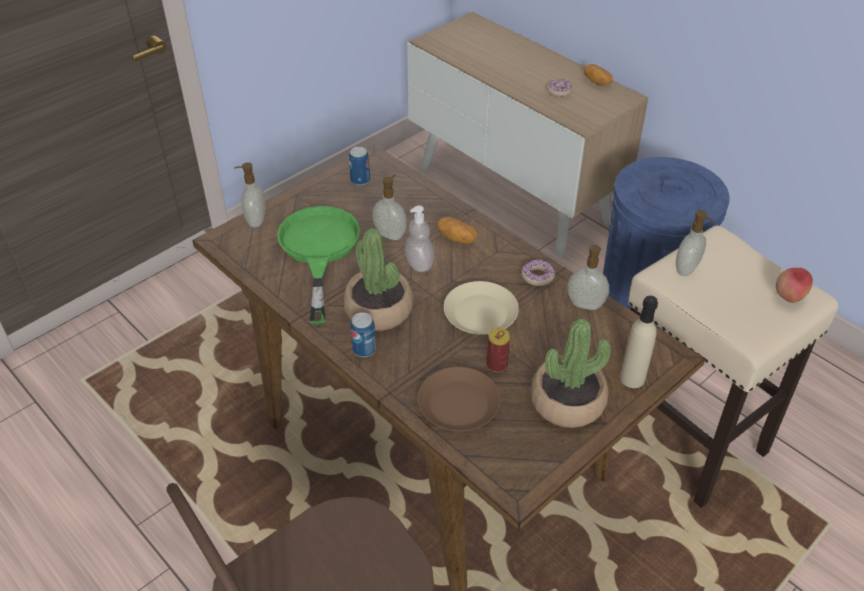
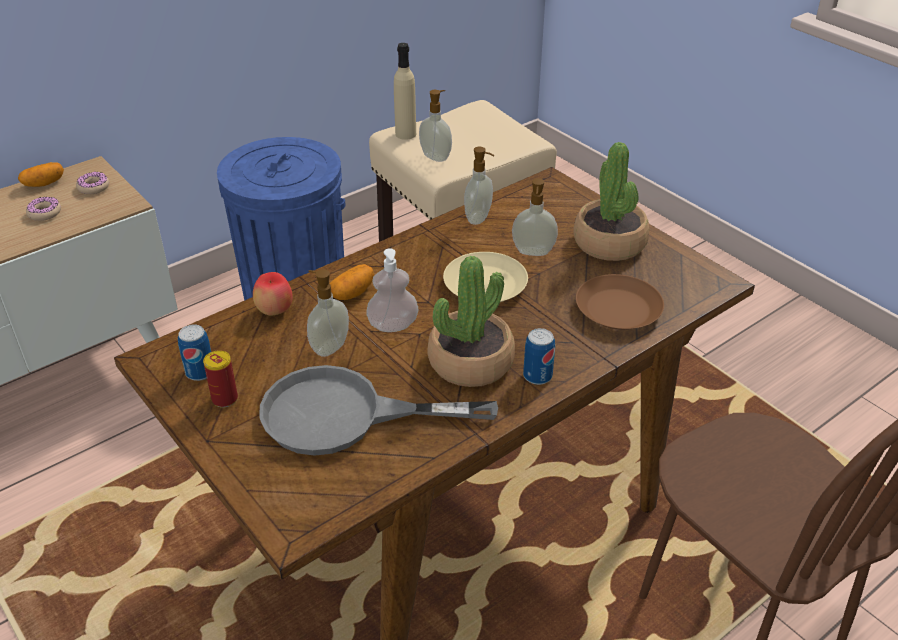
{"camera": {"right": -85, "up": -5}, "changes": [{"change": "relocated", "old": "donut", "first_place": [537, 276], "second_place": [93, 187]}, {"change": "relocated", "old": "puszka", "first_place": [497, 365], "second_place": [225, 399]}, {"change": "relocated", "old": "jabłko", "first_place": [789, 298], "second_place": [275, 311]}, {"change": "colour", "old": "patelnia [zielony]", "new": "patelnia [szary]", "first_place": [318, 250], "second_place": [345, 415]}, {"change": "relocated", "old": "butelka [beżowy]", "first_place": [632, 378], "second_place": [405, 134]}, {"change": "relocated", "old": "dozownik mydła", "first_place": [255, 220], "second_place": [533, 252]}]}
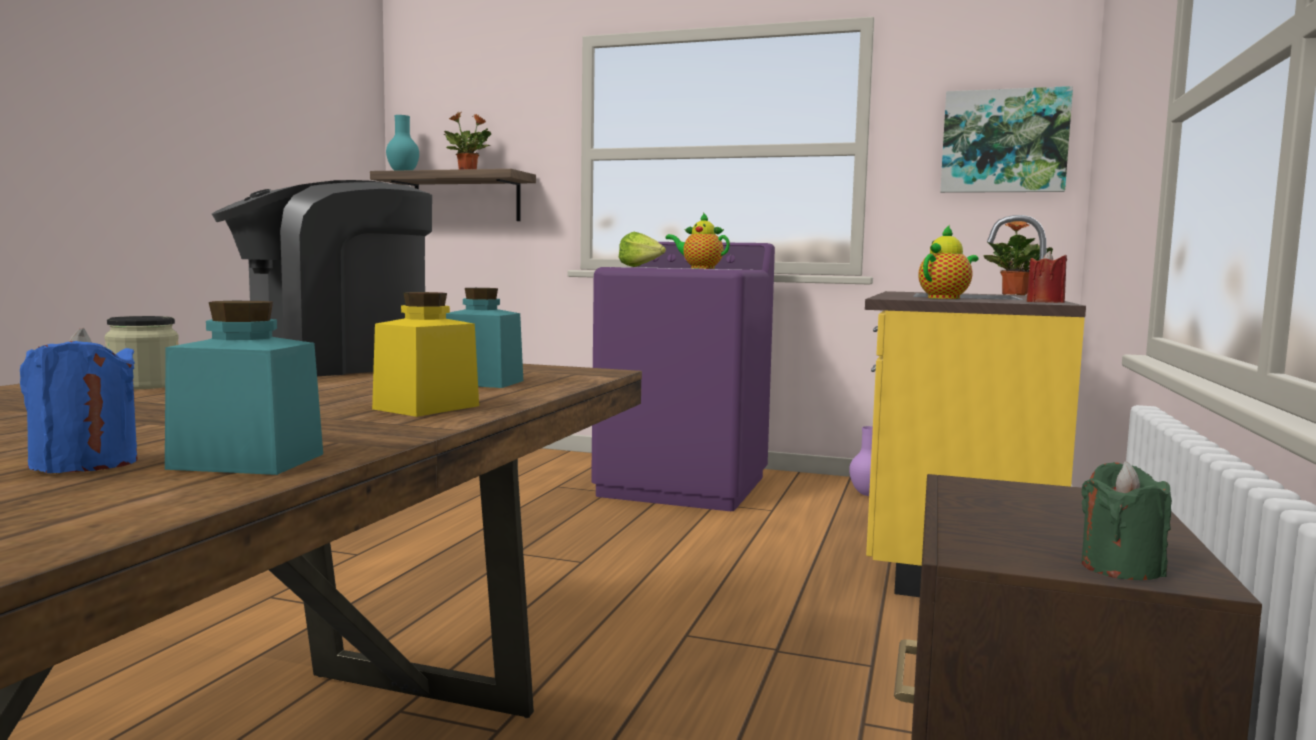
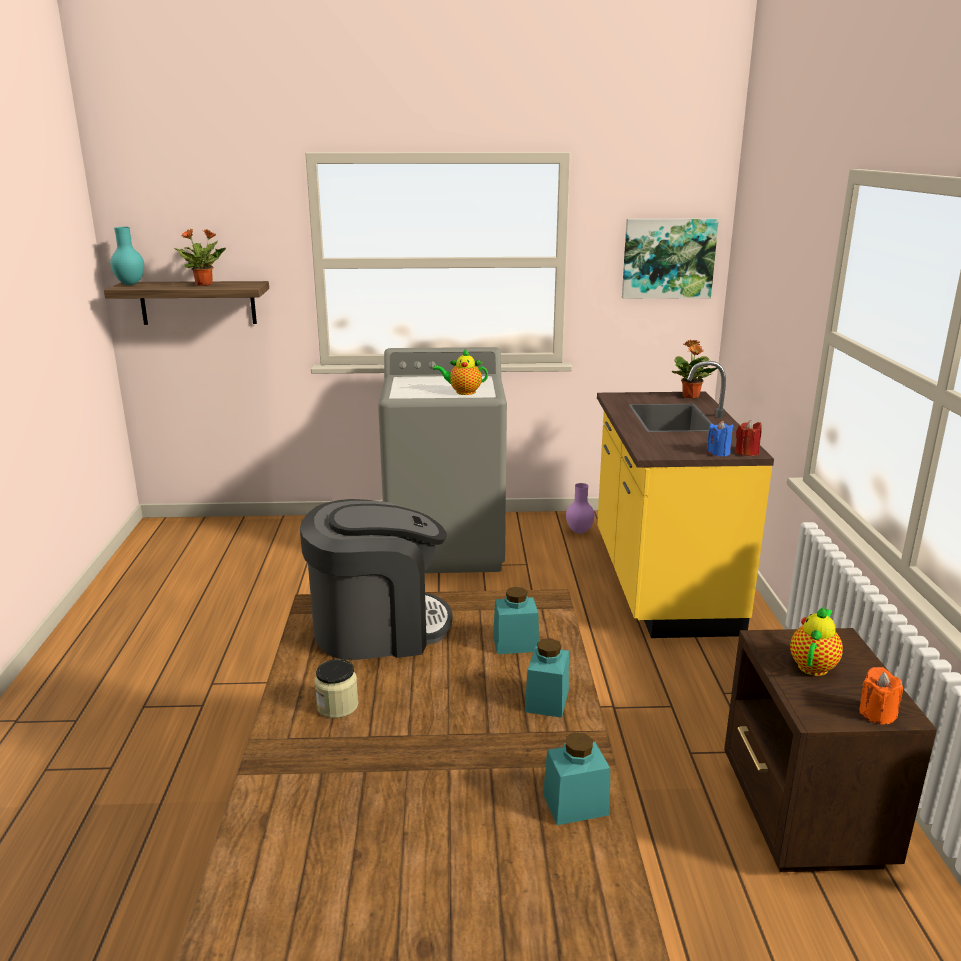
{"camera": {"right": -20, "up": 15}, "changes": [{"change": "spun", "old": "ekspres do kawy", "first_place": [332, 364], "second_place": [378, 628], "degrees": -135}, {"change": "colour", "old": "pralka [fioletowy]", "new": "pralka [szary]", "first_place": [684, 486], "second_place": [446, 547]}, {"change": "colour", "old": "słoik [żółty]", "new": "słoik [turkusowy]", "first_place": [426, 407], "second_place": [547, 700]}, {"change": "relocated", "old": "świeca [niebieski]", "first_place": [85, 464], "second_place": [718, 453]}, {"change": "relocated", "old": "imbryk", "first_place": [946, 298], "second_place": [813, 665]}, {"change": "colour", "old": "świeca [zielony]", "new": "świeca [pomarańczowy]", "first_place": [1120, 568], "second_place": [876, 714]}, {"change": "missing", "old": "sałata", "first_place": [641, 267]}]}
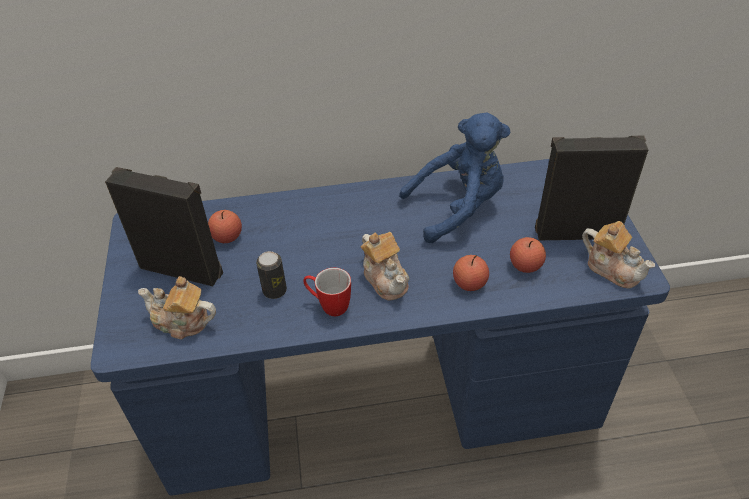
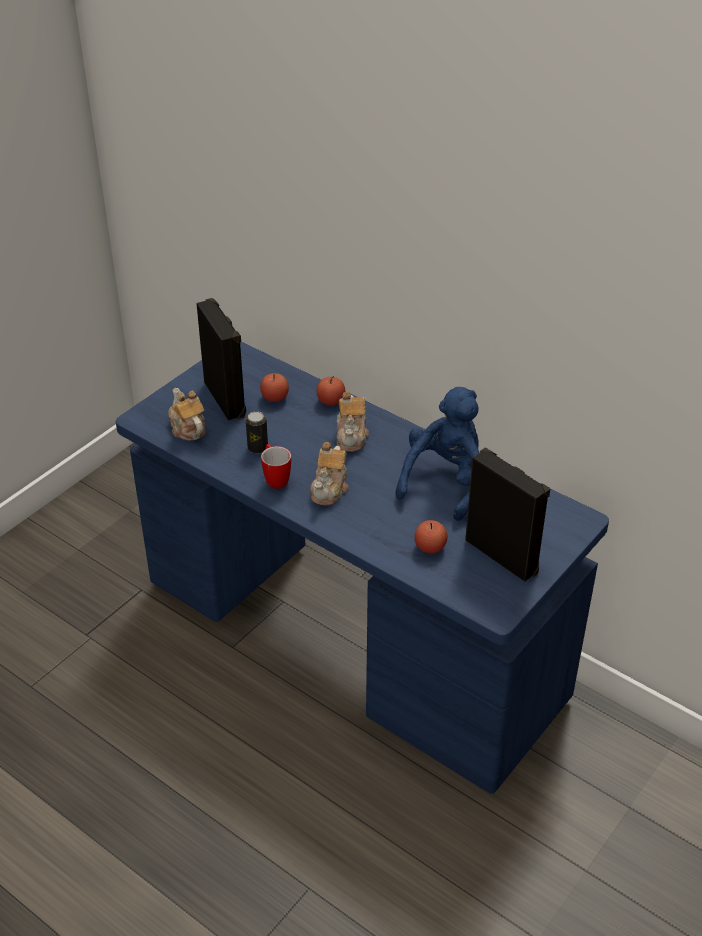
{"camera": {"right": 45, "up": -5}, "changes": [{"change": "relocated", "old": "jabłko", "first_place": [469, 283], "second_place": [331, 401]}, {"change": "relocated", "old": "imbryk", "first_place": [612, 268], "second_place": [352, 436]}, {"change": "spun", "old": "pluszak [niebieski]", "first_place": [458, 207], "second_place": [445, 482], "degrees": -90}]}
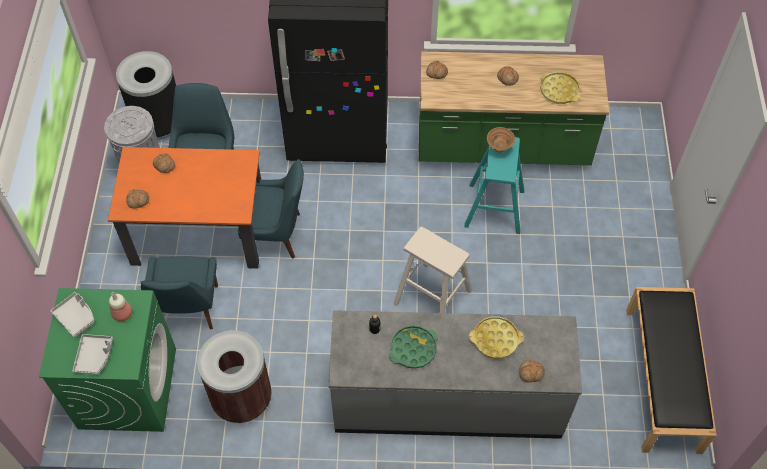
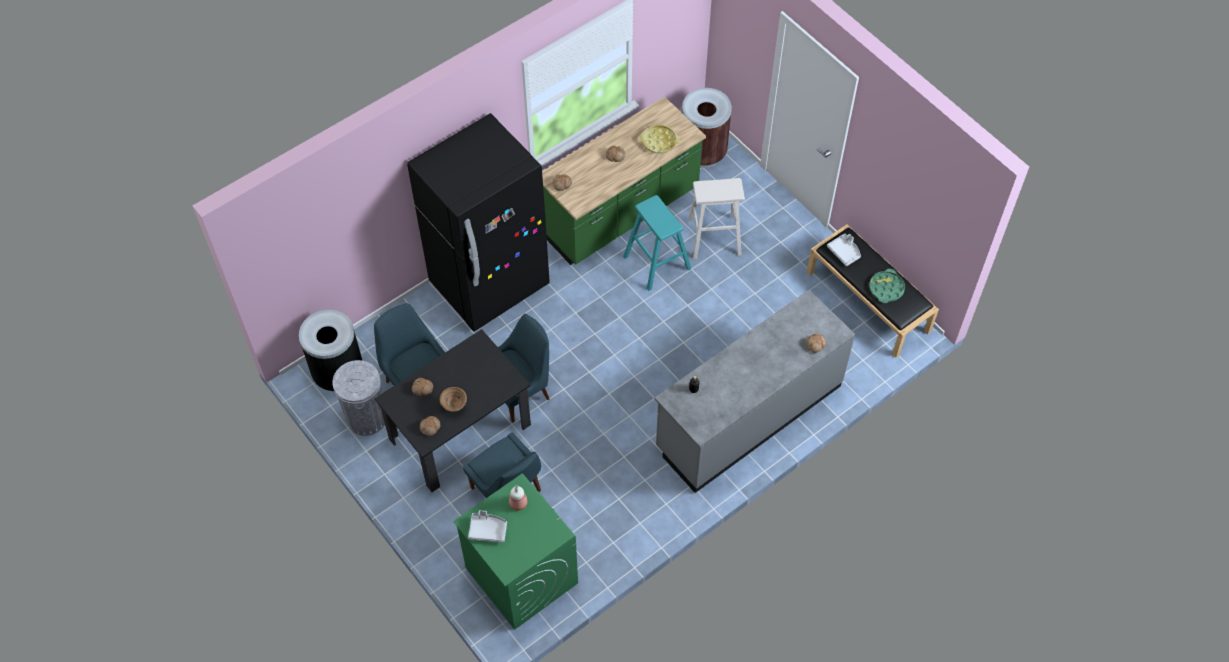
{"camera": {"right": -40, "up": 0}, "changes": [{"change": "colour", "old": "stół jadalny [pomarańczowy]", "new": "stół jadalny [czarny]", "first_place": [199, 233], "second_place": [460, 432]}, {"change": "relocated", "old": "miska [brązowy]", "first_place": [499, 149], "second_place": [455, 407]}, {"change": "relocated", "old": "kosz na śmieci [brązowy]", "first_place": [241, 399], "second_place": [703, 153]}, {"change": "relocated", "old": "stołek [beżowy]", "first_place": [433, 297], "second_place": [714, 236]}, {"change": "relocated", "old": "taca [szary]", "first_place": [94, 356], "second_place": [844, 252]}, {"change": "relocated", "old": "taca [zielony]", "first_place": [413, 349], "second_place": [886, 288]}, {"change": "missing", "old": "taca [żółty]", "first_place": [495, 340]}]}
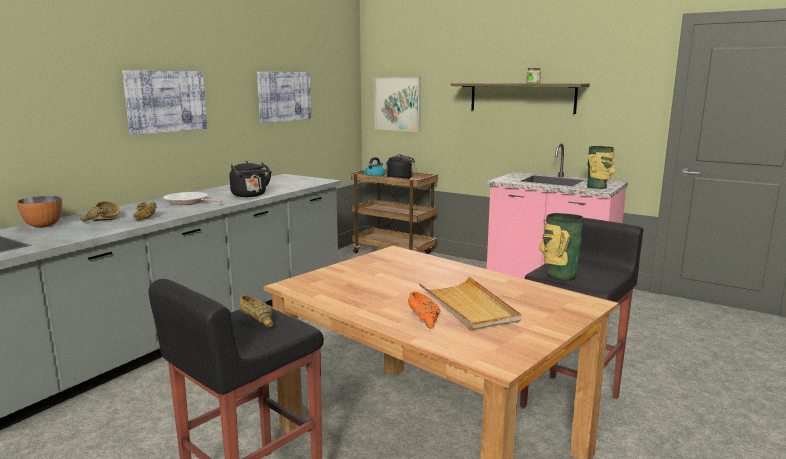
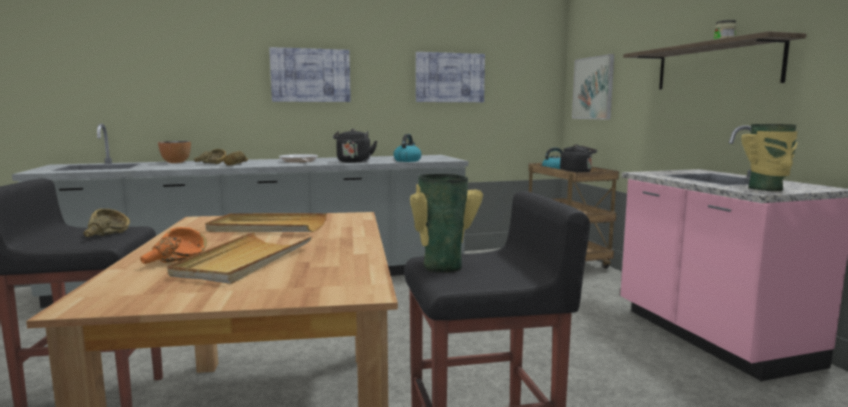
{"camera": {"right": 40, "up": -5}, "changes": [{"change": "appeared", "new": "taca [beżowy]", "second_place": [267, 227]}, {"change": "appeared", "new": "czajnik", "second_place": [407, 160]}]}
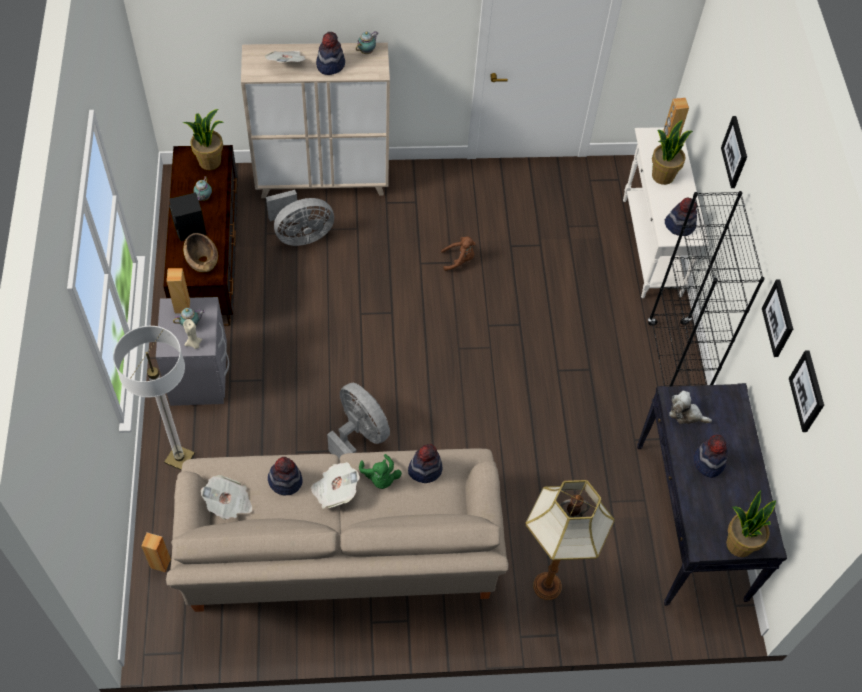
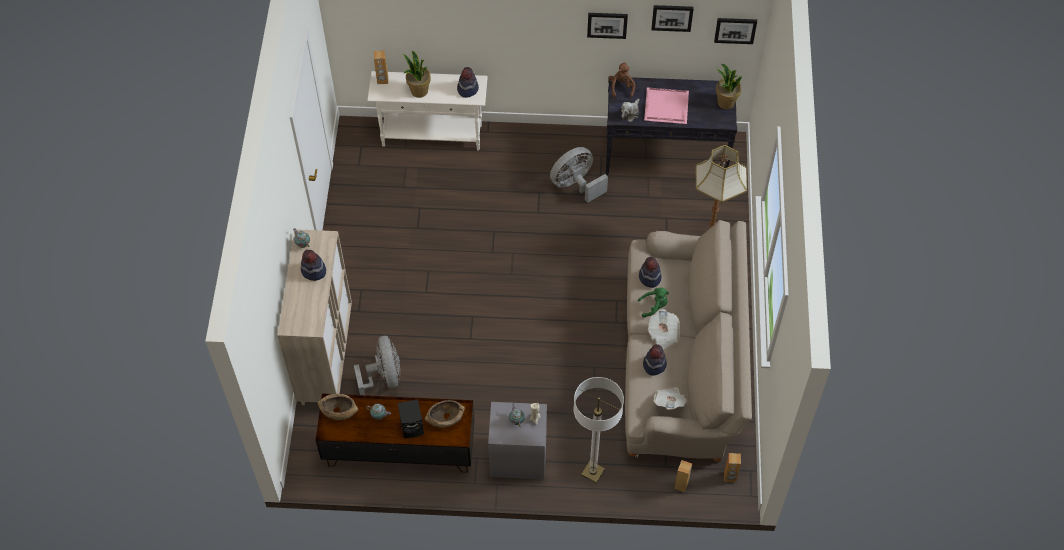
{"camera": {"right": -80, "up": 0}, "changes": [{"change": "exchanged", "old": "roślina doniczkowa", "new": "miska [brązowy]", "first_place": [210, 161], "second_place": [338, 411]}, {"change": "relocated", "old": "wentylator [szary]", "first_place": [359, 436], "second_place": [576, 185]}, {"change": "relocated", "old": "pluszak [brązowy]", "first_place": [459, 260], "second_place": [621, 87]}, {"change": "exchanged", "old": "kapelusz", "new": "taca [różowy]", "first_place": [708, 462], "second_place": [667, 107]}, {"change": "relocated", "old": "obraz", "first_place": [735, 152], "second_place": [735, 30]}, {"change": "relocated", "old": "głośnik [brązowy]", "first_place": [182, 307], "second_place": [729, 477]}, {"change": "missing", "old": "gazeta", "first_place": [287, 64]}, {"change": "missing", "old": "regał [czarny]", "first_place": [675, 363]}]}
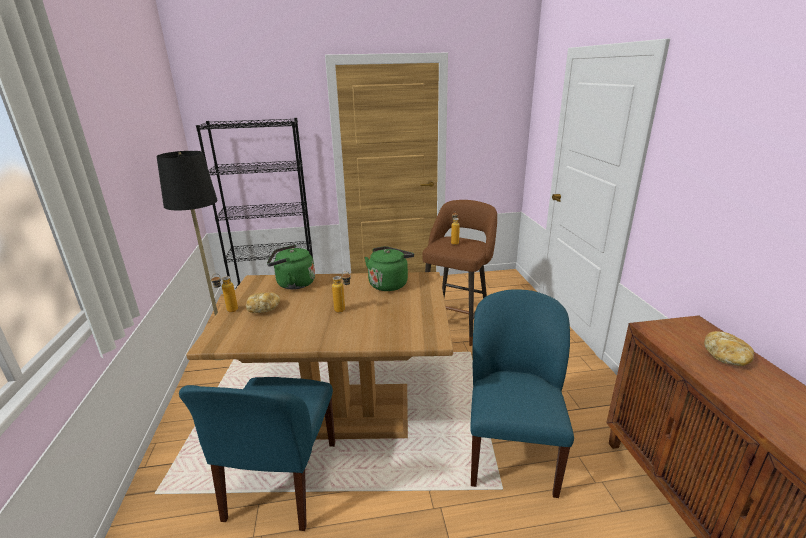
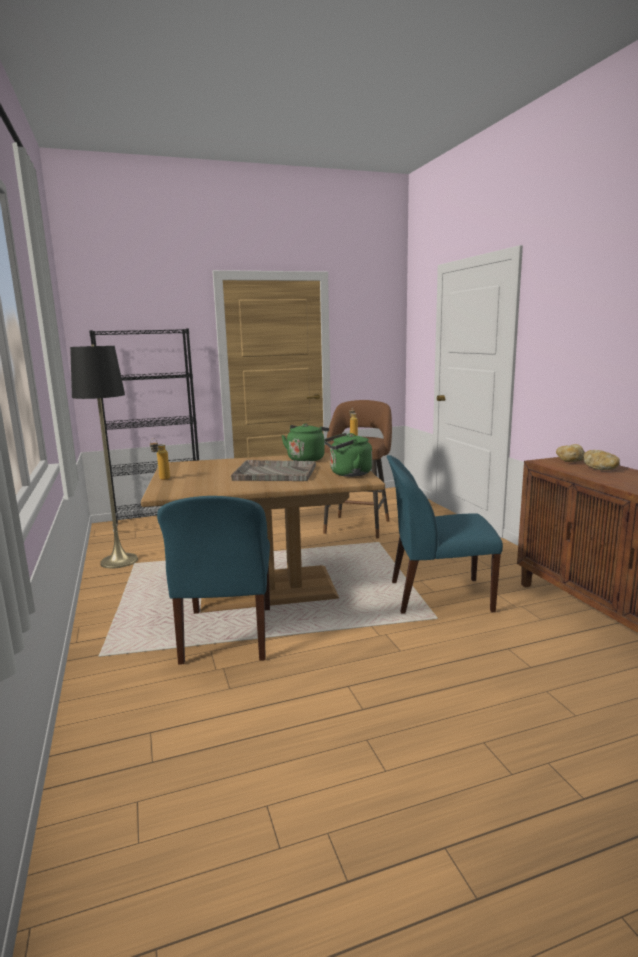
{"camera": {"right": -10, "up": -10}, "changes": [{"change": "exchanged", "old": "butelka", "new": "taca [szary]", "first_place": [344, 311], "second_place": [274, 473]}, {"change": "relocated", "old": "czajnik [zielony]", "first_place": [293, 284], "second_place": [348, 474]}, {"change": "spun", "old": "krzesło [niebieski]", "first_place": [511, 449], "second_place": [437, 596], "degrees": -90}, {"change": "relocated", "old": "chleb", "first_place": [264, 309], "second_place": [570, 461]}]}
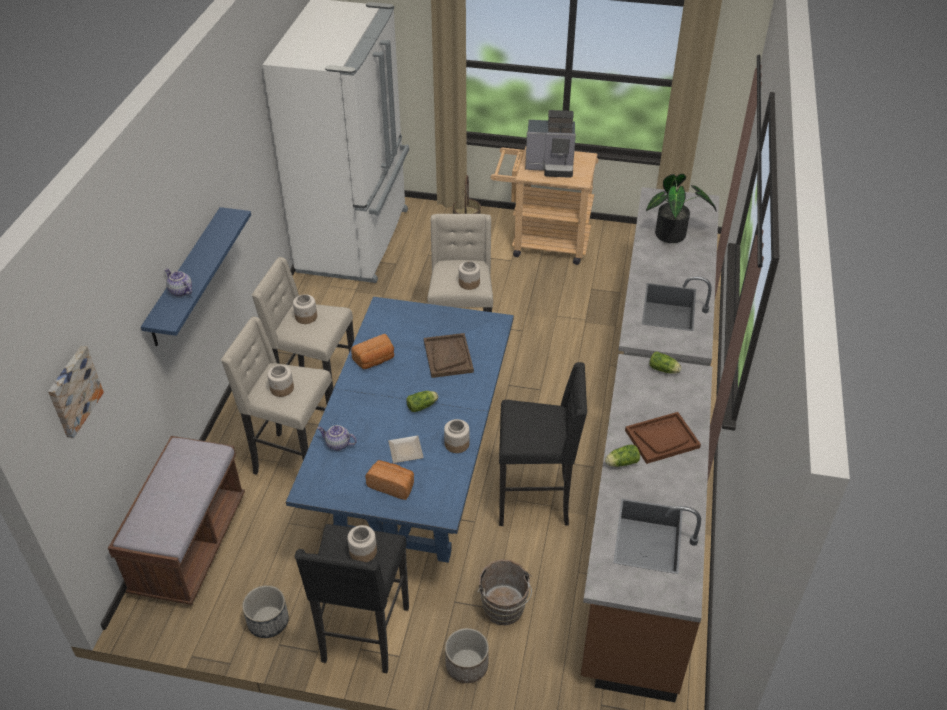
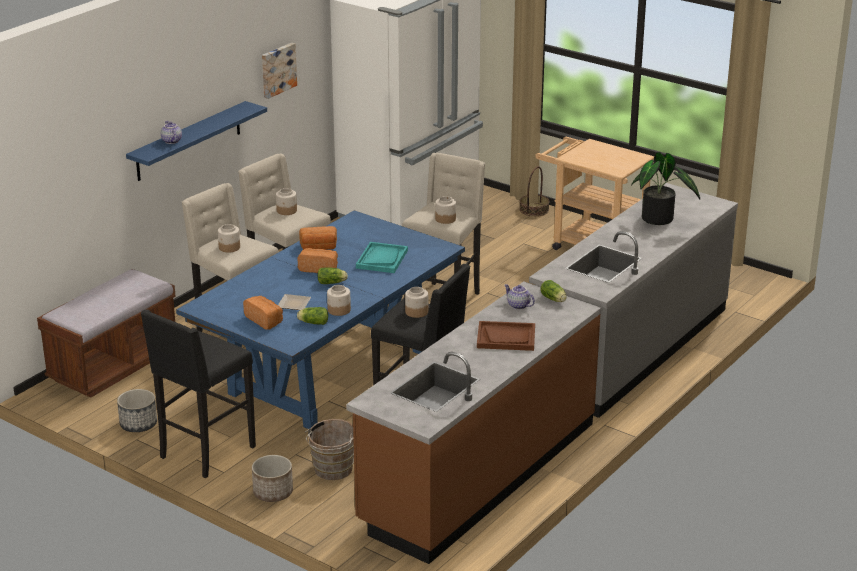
{"camera": {"right": 25, "up": -15}, "changes": [{"change": "relocated", "old": "obraz", "first_place": [73, 391], "second_place": [277, 69]}, {"change": "appeared", "new": "chleb", "second_place": [319, 268]}, {"change": "relocated", "old": "sałata", "first_place": [621, 463], "second_place": [312, 323]}, {"change": "colour", "old": "taca [brązowy]", "new": "taca [turkusowy]", "first_place": [448, 356], "second_place": [382, 259]}, {"change": "relocated", "old": "słoik", "first_place": [363, 552], "second_place": [416, 312]}, {"change": "relocated", "old": "imbryk", "first_place": [337, 444], "second_place": [518, 306]}, {"change": "missing", "old": "ekspres do kawy", "first_place": [551, 166]}]}
